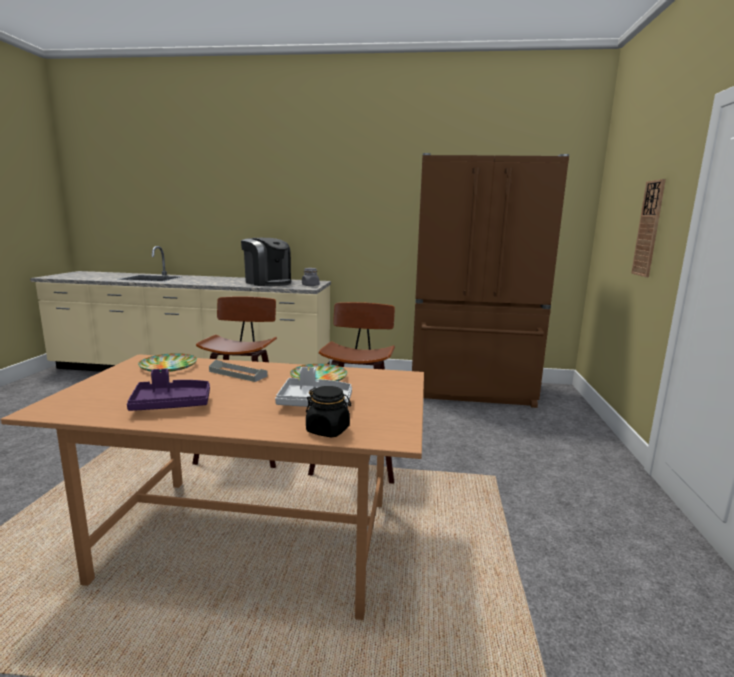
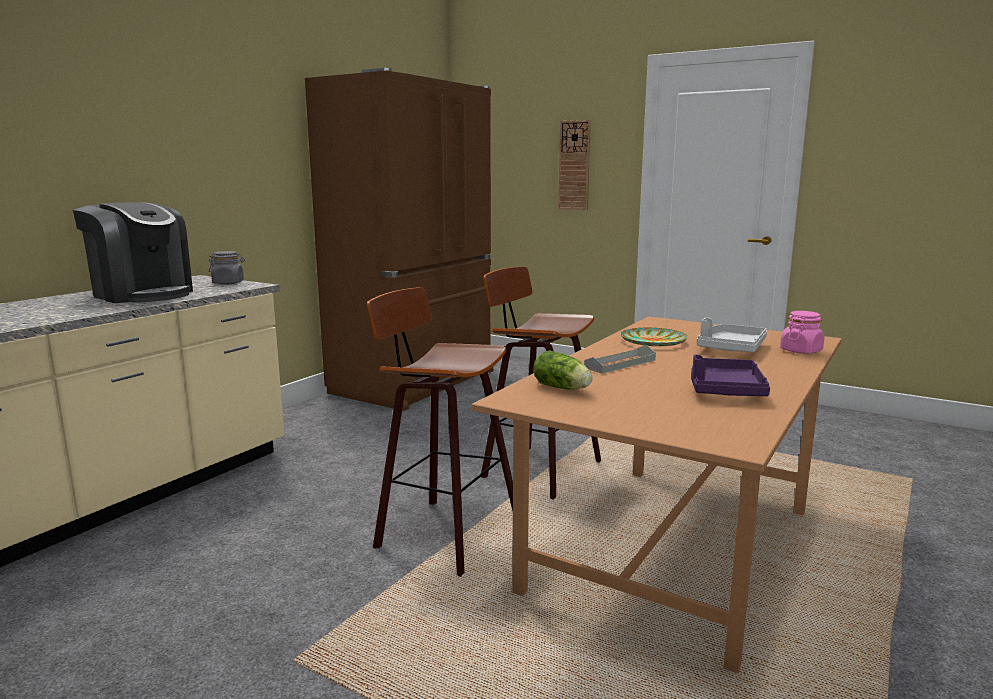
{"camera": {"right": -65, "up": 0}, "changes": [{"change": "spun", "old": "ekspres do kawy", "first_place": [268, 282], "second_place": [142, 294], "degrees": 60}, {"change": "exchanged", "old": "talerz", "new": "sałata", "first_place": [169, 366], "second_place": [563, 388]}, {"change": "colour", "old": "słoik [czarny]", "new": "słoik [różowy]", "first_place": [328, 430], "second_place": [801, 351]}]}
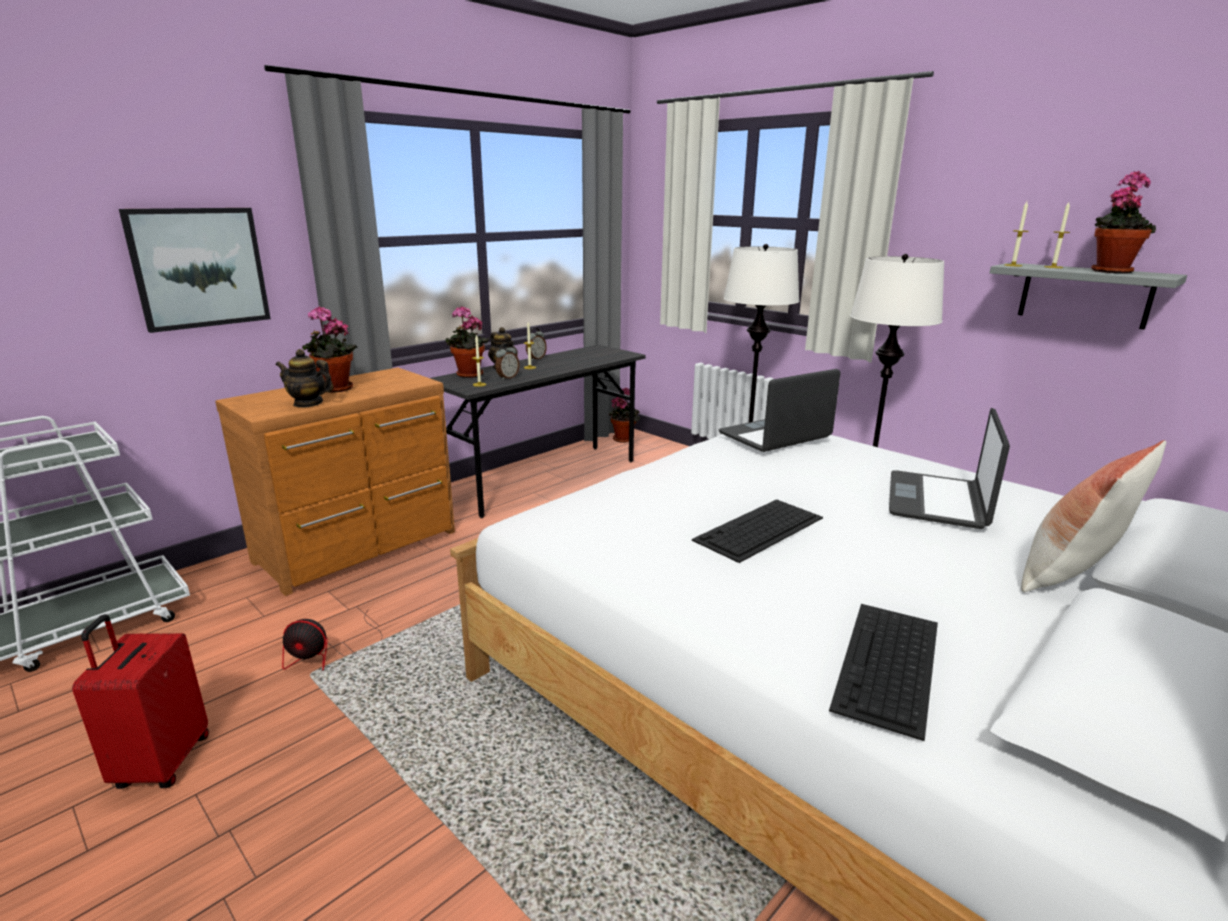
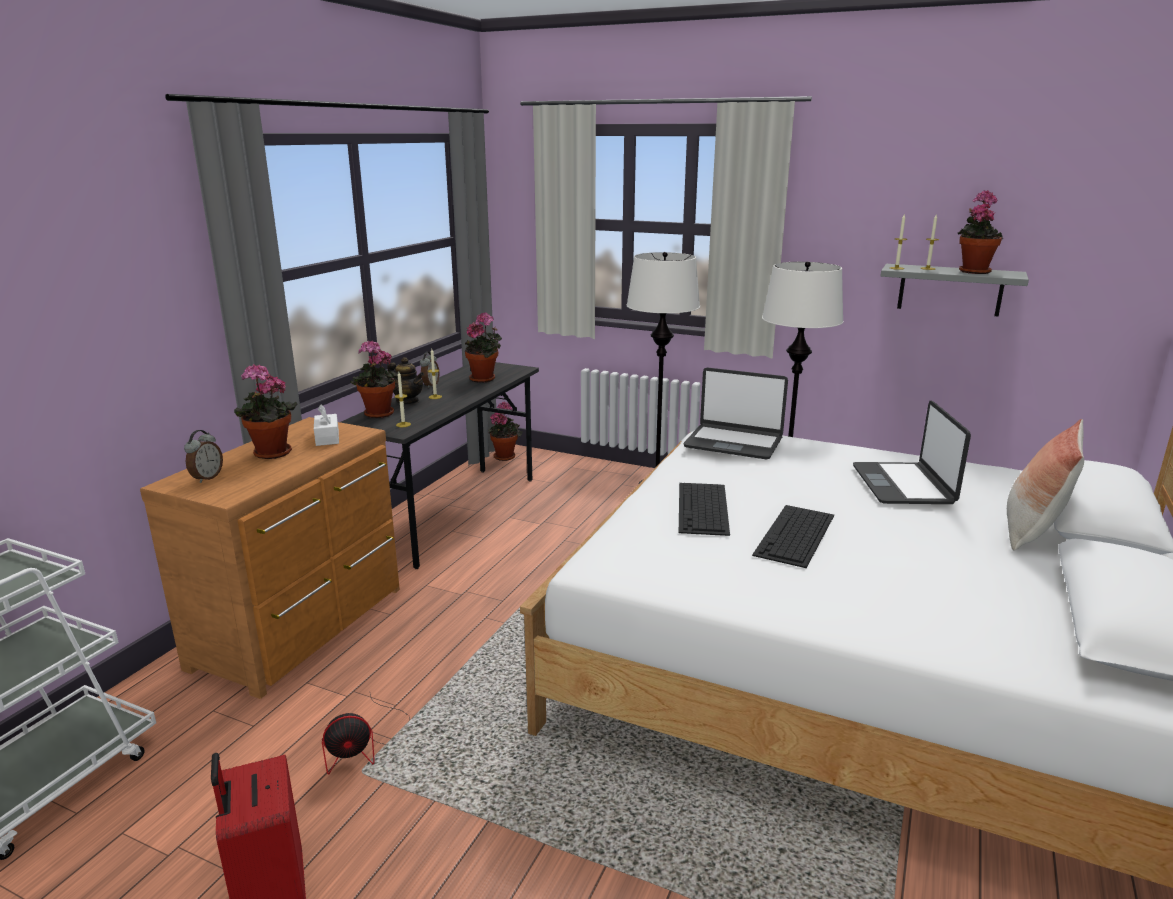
{"camera": {"right": -20, "up": 0}, "changes": [{"change": "relocated", "old": "budzik", "first_place": [507, 378], "second_place": [206, 478]}, {"change": "appeared", "new": "pudełko chusteczek [biały]", "second_place": [327, 437]}, {"change": "appeared", "new": "roślina doniczkowa", "second_place": [485, 379]}, {"change": "relocated", "old": "klawiatura", "first_place": [888, 665], "second_place": [703, 508]}, {"change": "spun", "old": "laptop", "first_place": [775, 436], "second_place": [733, 443], "degrees": -105}, {"change": "missing", "old": "obraz", "first_place": [199, 268]}, {"change": "missing", "old": "imbryk", "first_place": [308, 403]}]}
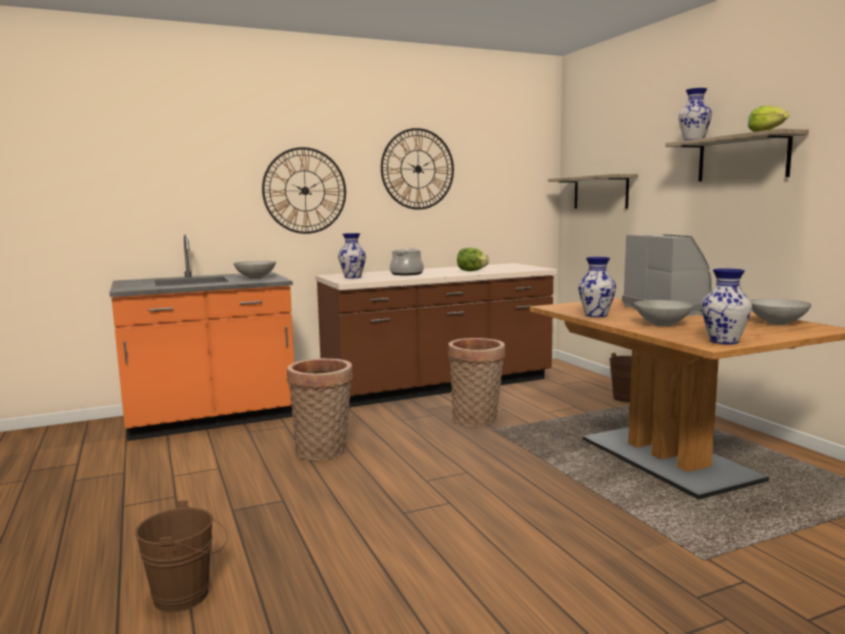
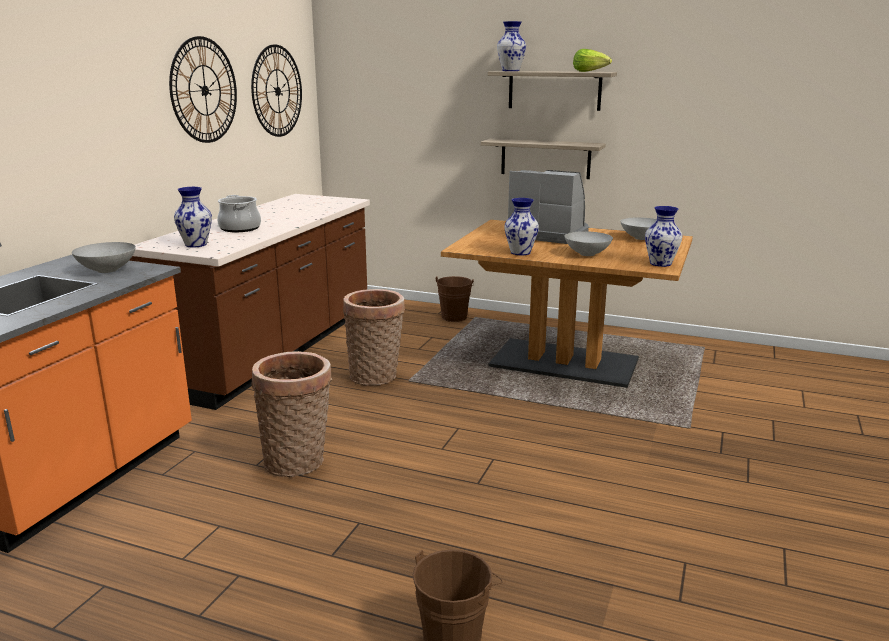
{"camera": {"right": -45, "up": 10}, "changes": [{"change": "relocated", "old": "zegar ścienny", "first_place": [305, 191], "second_place": [277, 91]}, {"change": "relocated", "old": "półka", "first_place": [600, 192], "second_place": [545, 158]}, {"change": "missing", "old": "sałata", "first_place": [471, 271]}]}
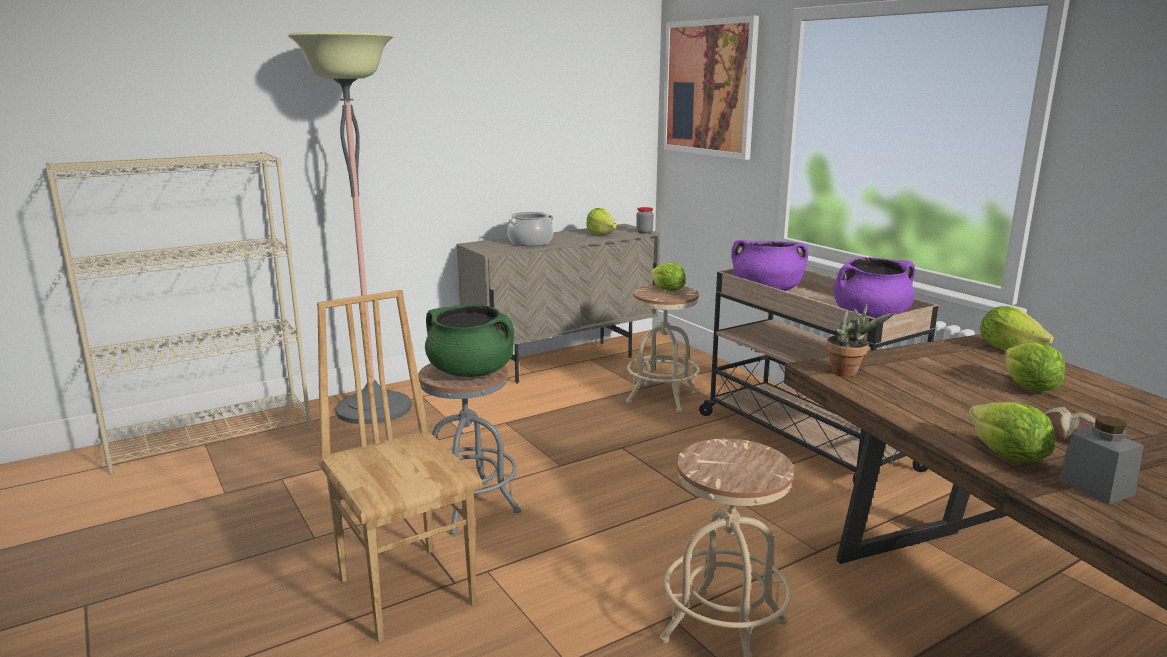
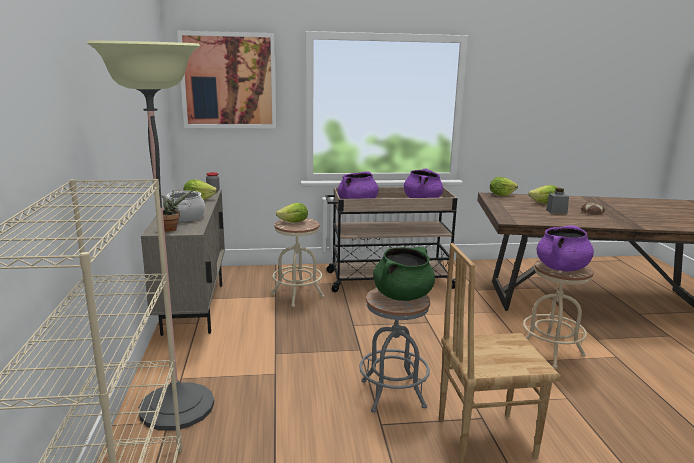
{"camera": {"right": -65, "up": 0}, "changes": [{"change": "relocated", "old": "roślina doniczkowa", "first_place": [848, 373], "second_place": [172, 229]}, {"change": "appeared", "new": "garnek [fioletowy]", "second_place": [561, 268]}, {"change": "relocated", "old": "słoik [szary]", "first_place": [1096, 487], "second_place": [556, 211]}, {"change": "missing", "old": "sałata", "first_place": [1006, 456]}]}
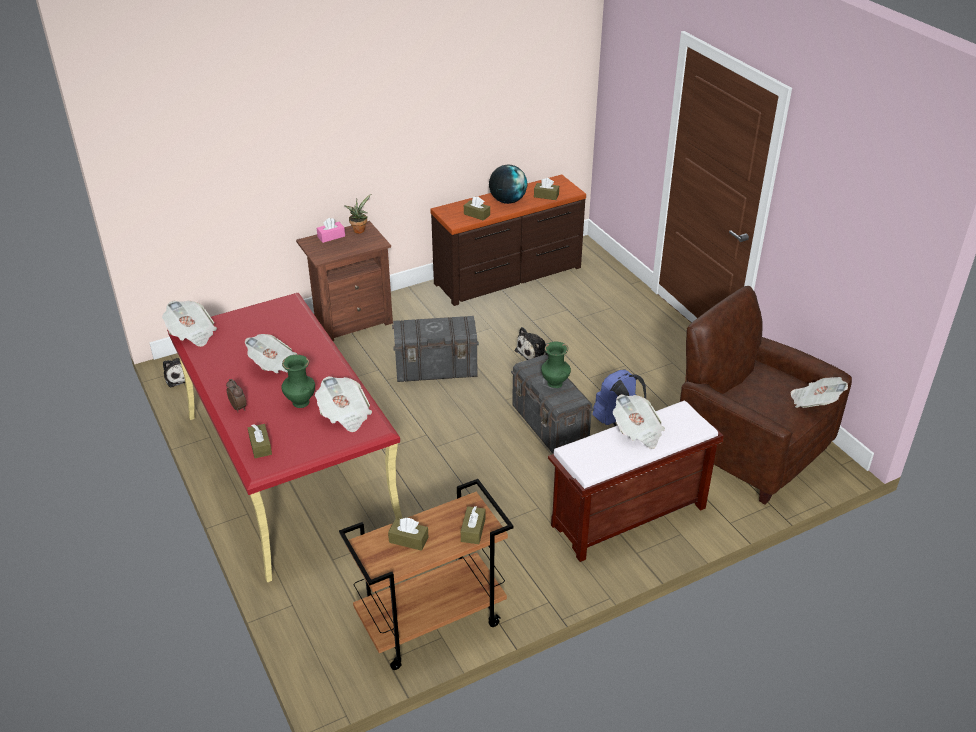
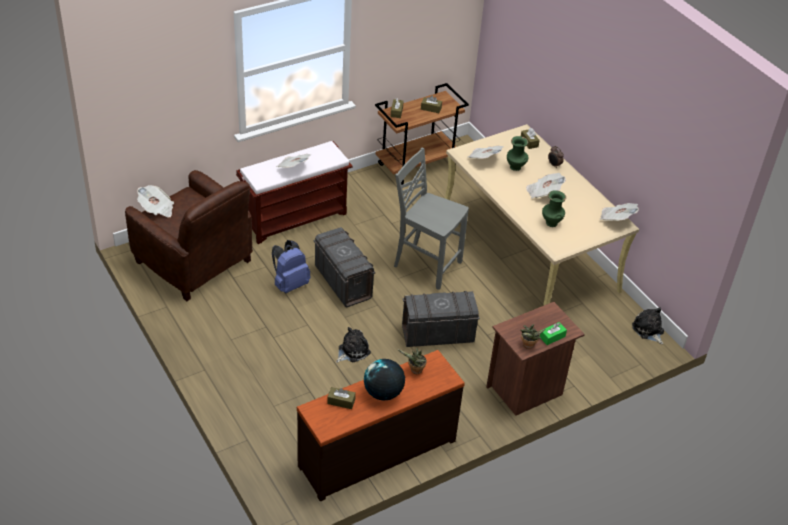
{"camera": {"right": 175, "up": 5}, "changes": [{"change": "appeared", "new": "krzesło [szary]", "second_place": [426, 264]}, {"change": "exchanged", "old": "pudełko chusteczek [brązowy]", "new": "roślina doniczkowa", "first_place": [476, 214], "second_place": [415, 371]}, {"change": "colour", "old": "biurko [czerwony]", "new": "biurko [beżowy]", "first_place": [290, 469], "second_place": [528, 252]}, {"change": "colour", "old": "pudełko chusteczek [różowy]", "new": "pudełko chusteczek [zielony]", "first_place": [331, 236], "second_place": [552, 337]}, {"change": "relocated", "old": "wazon [zielony]", "first_place": [555, 384], "second_place": [551, 223]}]}
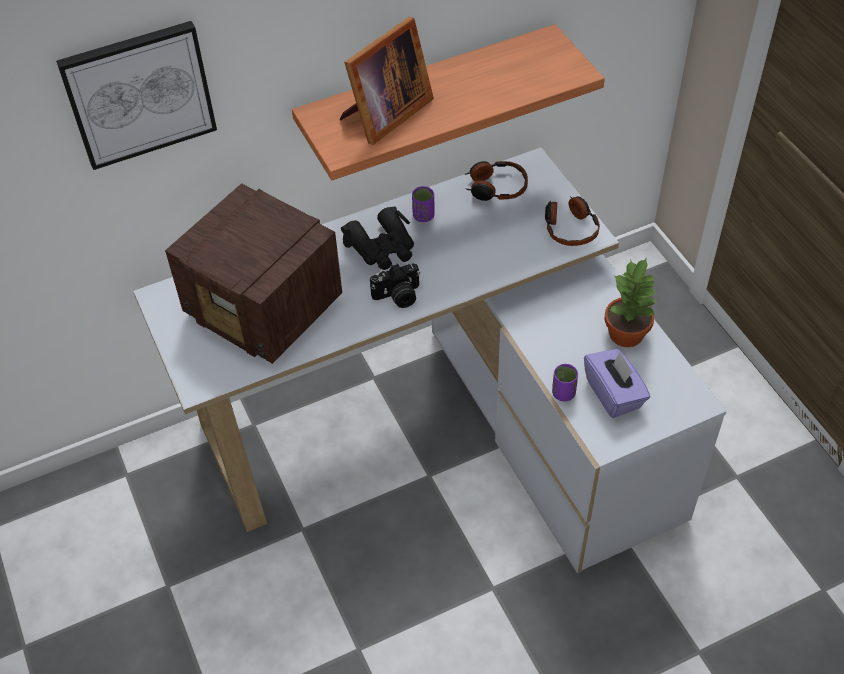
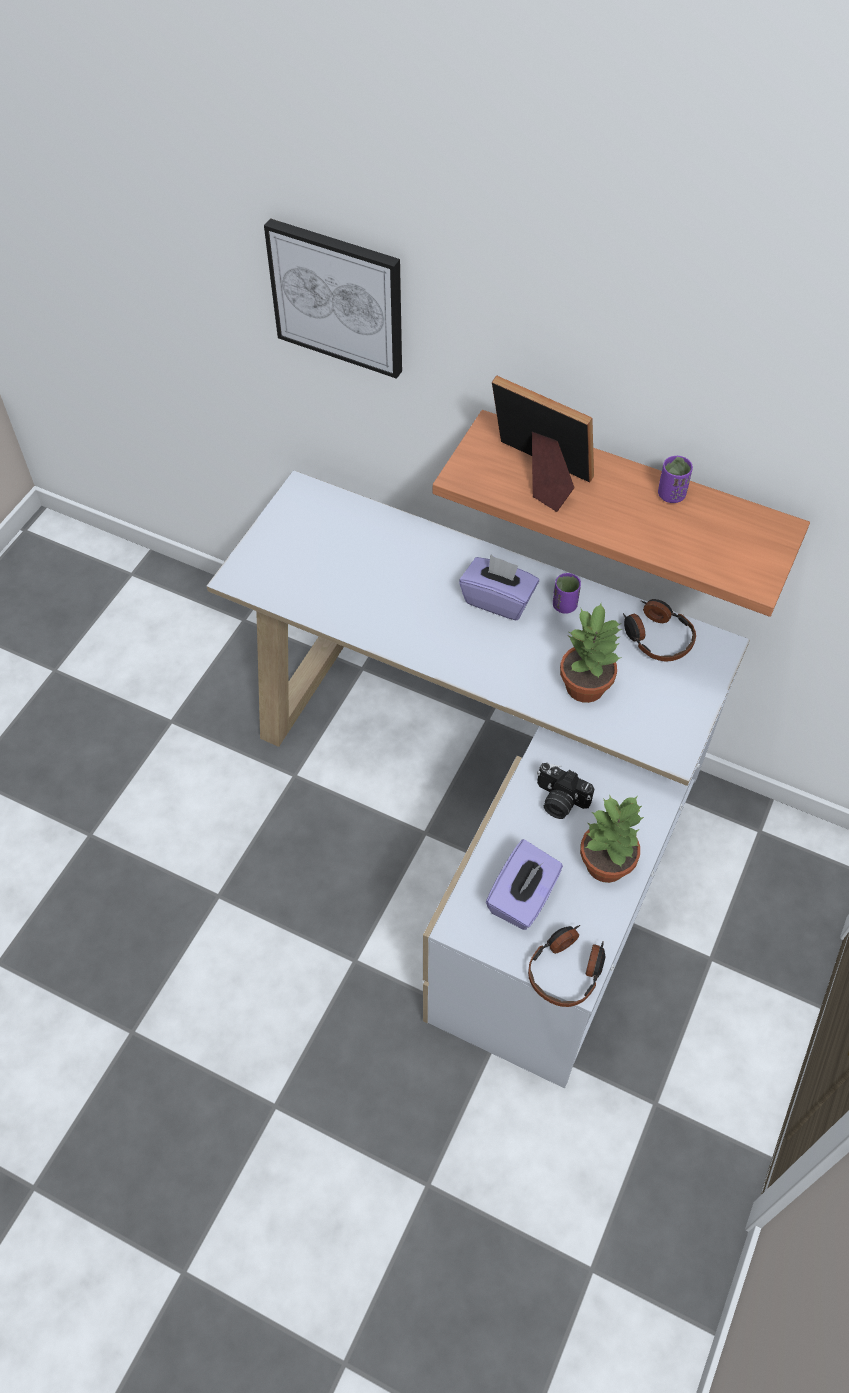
{"camera": {"right": 50, "up": 5}, "changes": [{"change": "exchanged", "old": "lornetka [czarny]", "new": "pudełko chusteczek [fioletowy]", "first_place": [382, 247], "second_place": [498, 600]}, {"change": "spun", "old": "ramka na zdjęcie", "first_place": [384, 115], "second_place": [539, 475], "degrees": -150}, {"change": "relocated", "old": "słuchawki", "first_place": [569, 227], "second_place": [567, 970]}, {"change": "relocated", "old": "aparat fotograficzny", "first_place": [398, 297], "second_place": [559, 801]}, {"change": "appeared", "new": "roślina doniczkowa", "second_place": [586, 686]}, {"change": "relocated", "old": "filiżanka [fioletowy]", "first_place": [563, 393], "second_place": [671, 494]}, {"change": "missing", "old": "radio", "first_place": [265, 309]}]}
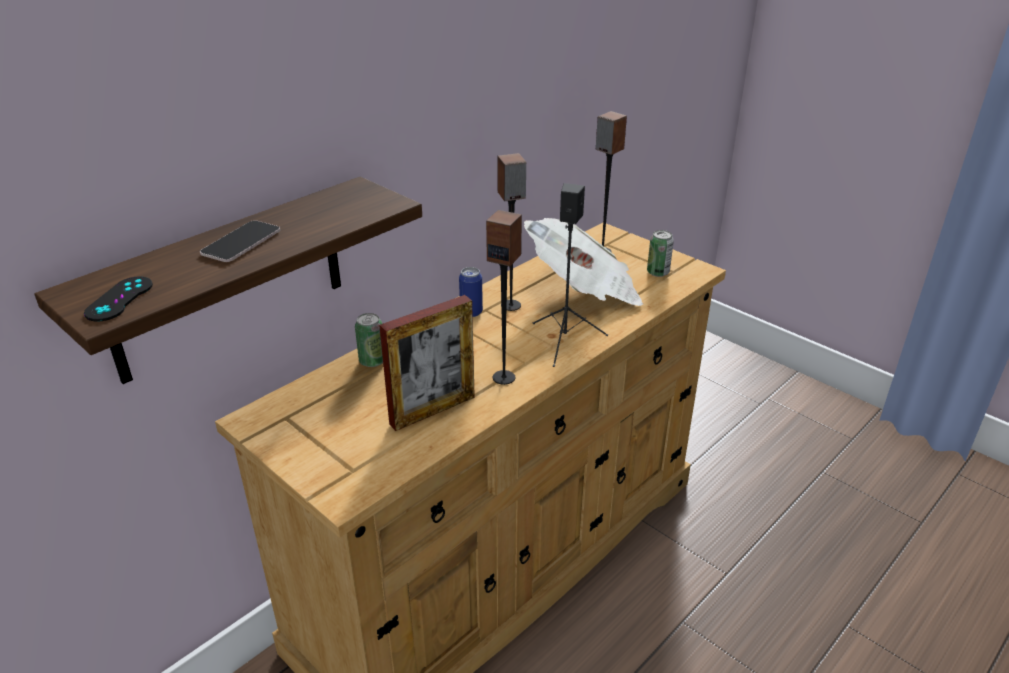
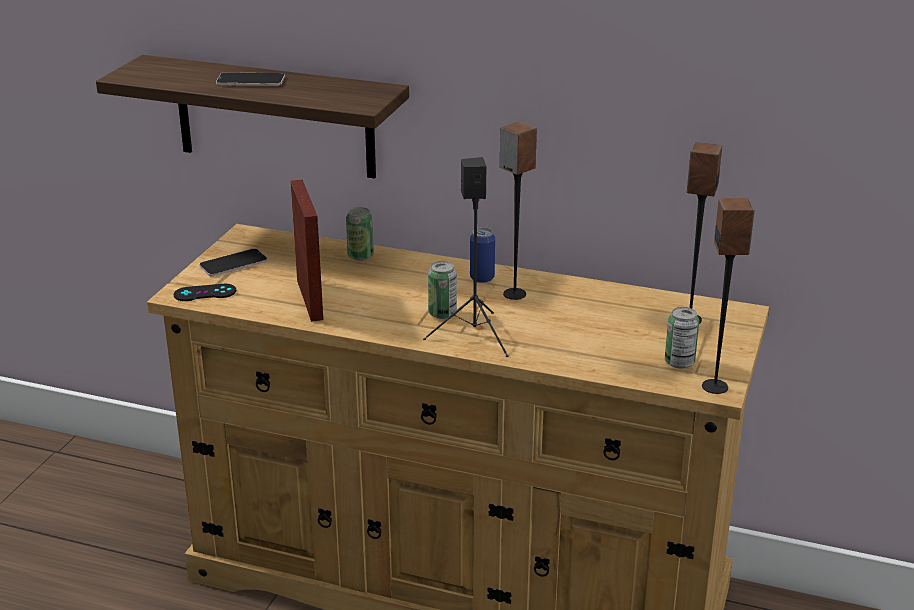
{"camera": {"right": 65, "up": -5}, "changes": [{"change": "relocated", "old": "pad do gier [czarny]", "first_place": [119, 299], "second_place": [205, 293]}, {"change": "appeared", "new": "telefon", "second_place": [233, 263]}, {"change": "spun", "old": "ramka na zdjęcie", "first_place": [432, 410], "second_place": [309, 299], "degrees": -135}, {"change": "appeared", "new": "puszka", "second_place": [442, 313]}, {"change": "relocated", "old": "głośnik", "first_place": [504, 377], "second_place": [715, 387]}, {"change": "missing", "old": "gazeta", "first_place": [584, 290]}]}
